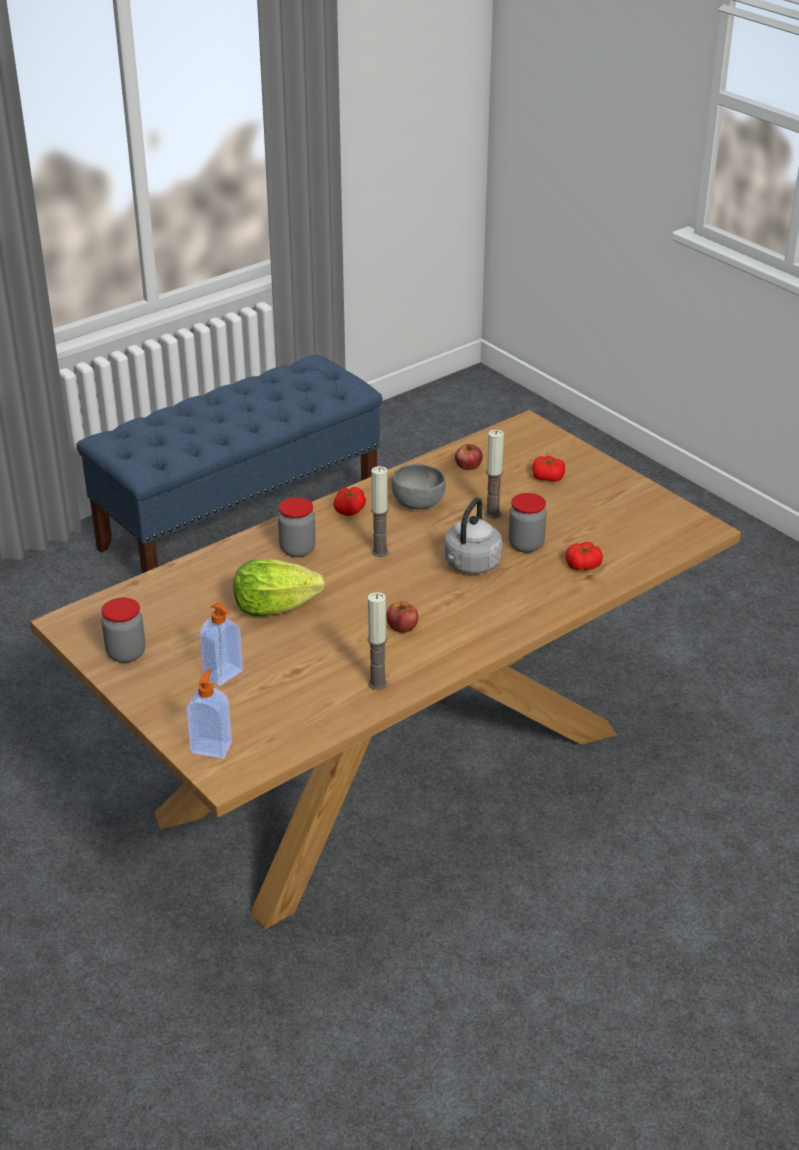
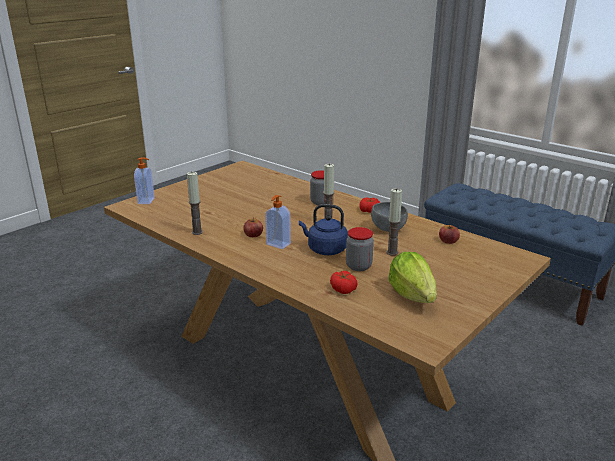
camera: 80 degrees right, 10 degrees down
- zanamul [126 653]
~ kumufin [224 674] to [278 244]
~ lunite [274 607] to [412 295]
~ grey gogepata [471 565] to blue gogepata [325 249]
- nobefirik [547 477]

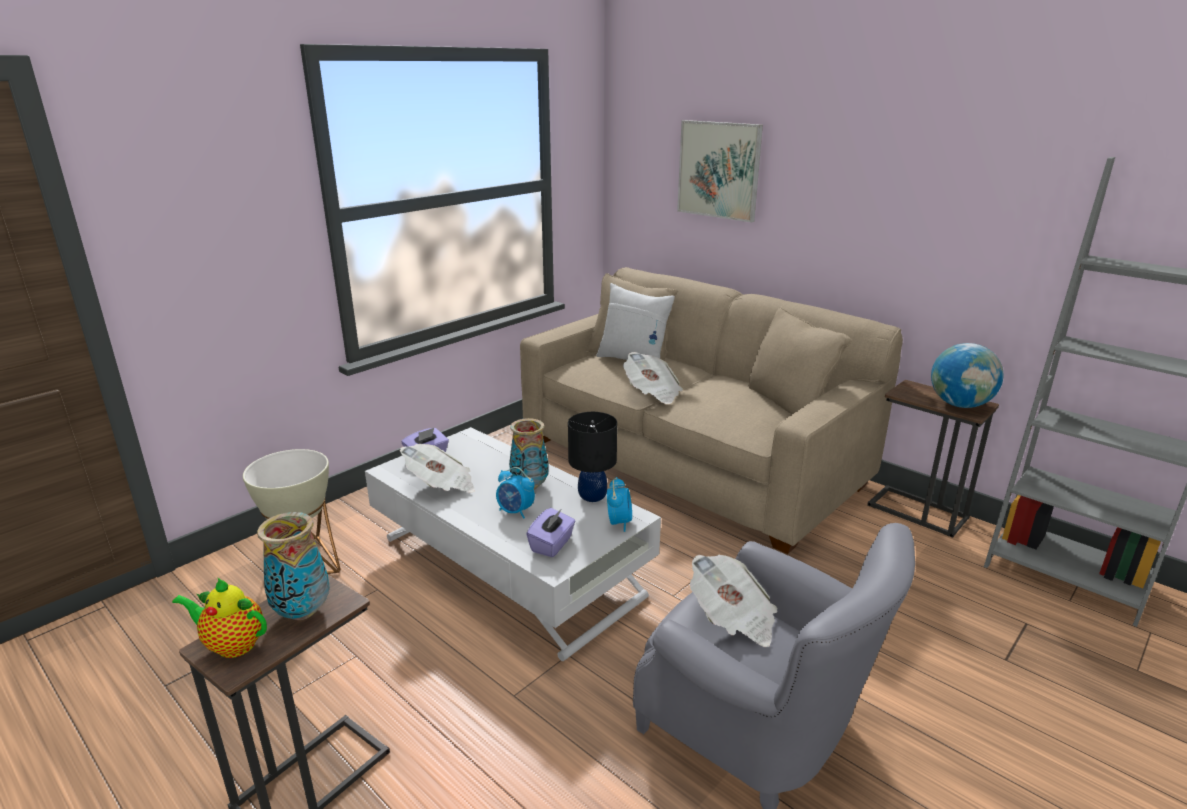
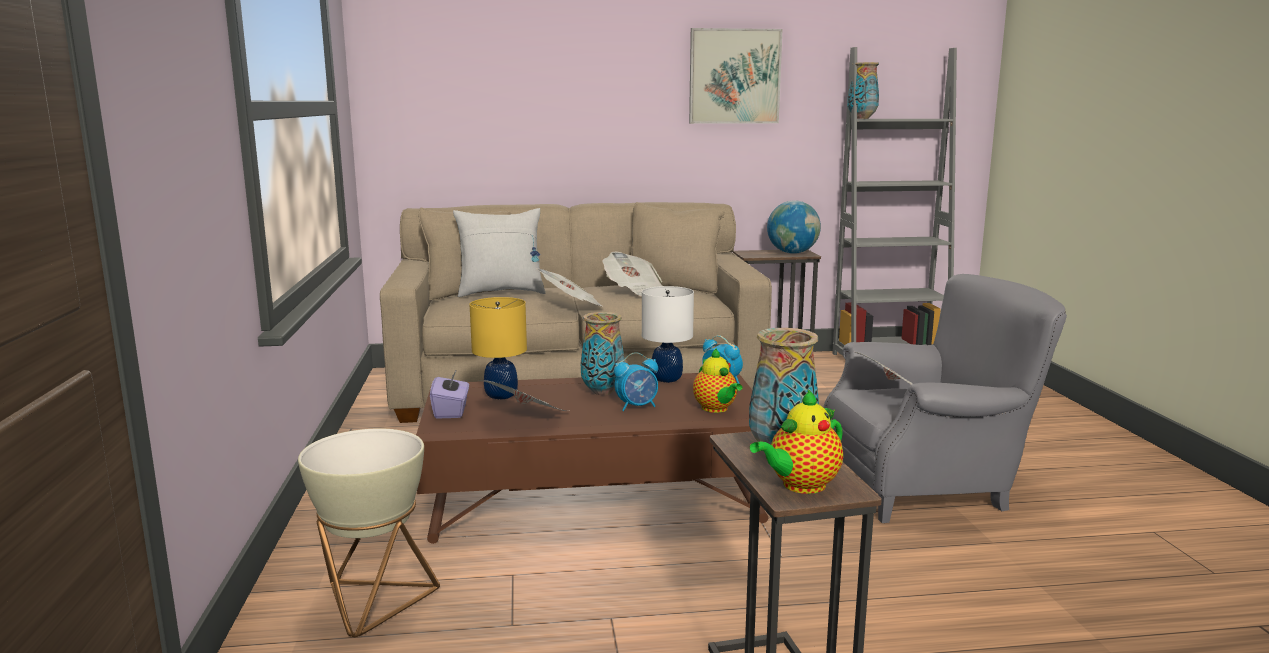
camera: 50 degrees left, 10 degrees down
~ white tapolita [510 568] to brown tapolita [597 501]
~ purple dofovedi [552 545] to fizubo [716 409]
~ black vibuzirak [594 497] to white vibuzirak [667 379]
~ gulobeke [718 170] to [734 76]
+ yellow vibuzirak [500 396]
+ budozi [633 291]
+ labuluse [862 118]

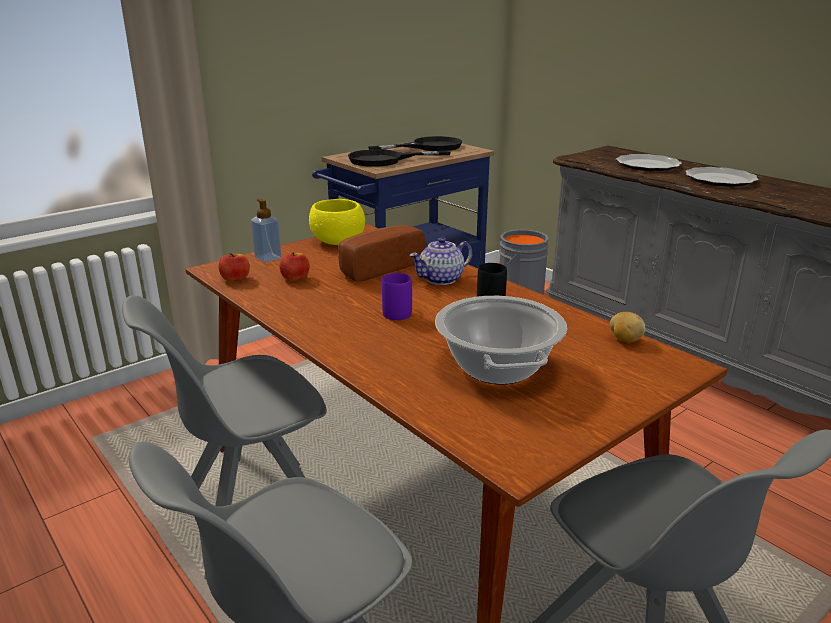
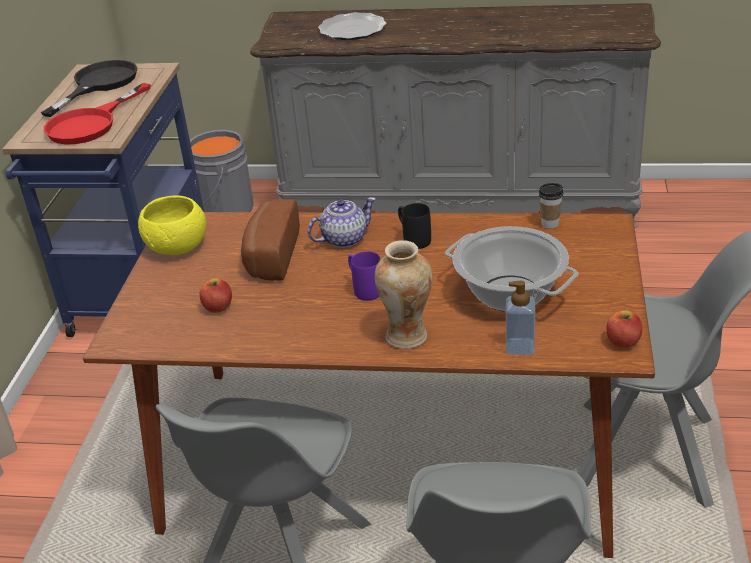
camera: 40 degrees left, 10 degrees up
~ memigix [235 279] to [623 342]
~ kumufin [268 258] to [520 347]
~ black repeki [385 160] to red repeki [90 123]
~ fizubo [442 279] = [343 239] 135 degrees counterclockwise
~ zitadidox [624 340] to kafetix [550 224]
- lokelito [720 180]
+ labuluse [407 336]

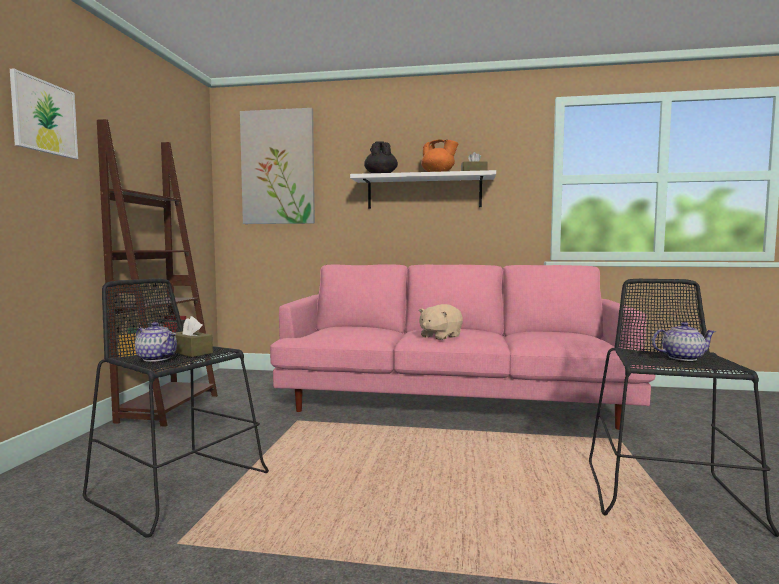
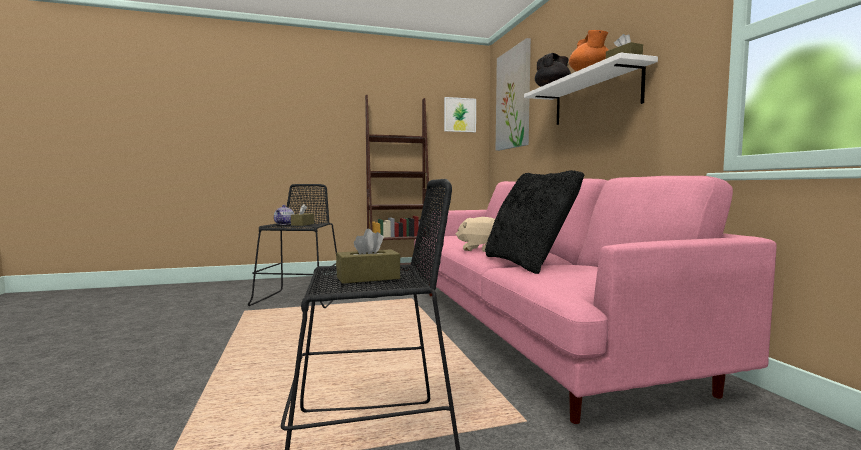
camera: 65 degrees right, 0 degrees up
~ gulobeke [44 117] to [459 115]
~ fizubo [681 358] to brown dofovedi [368 278]
+ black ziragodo [527 263]

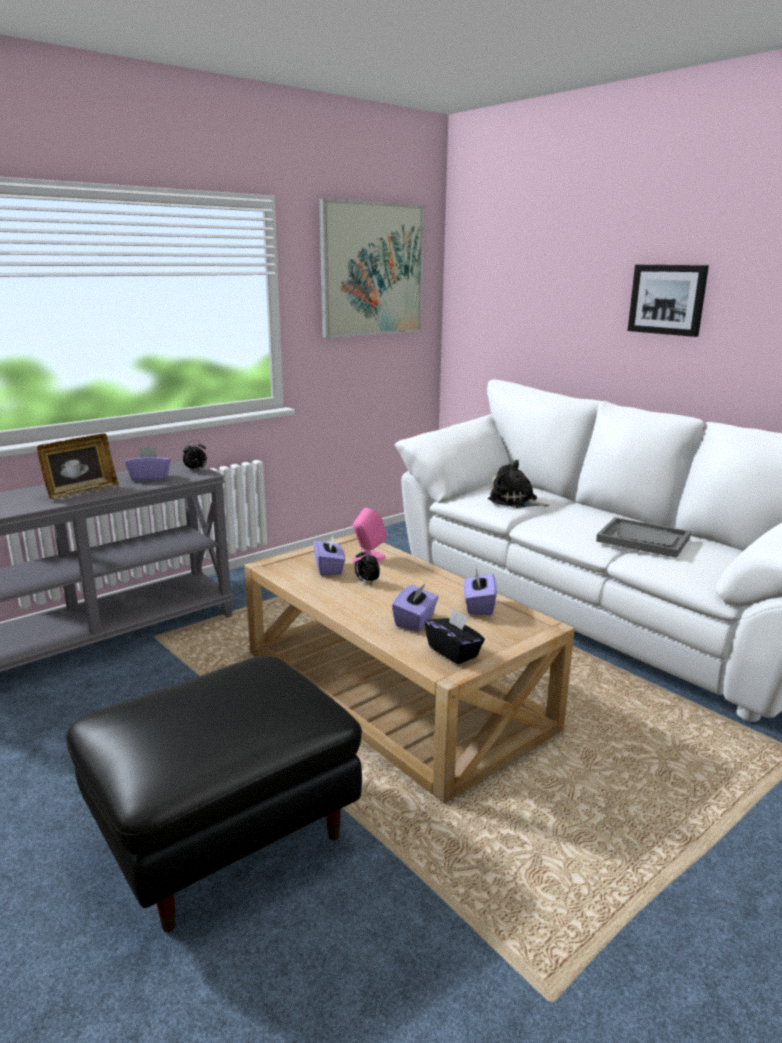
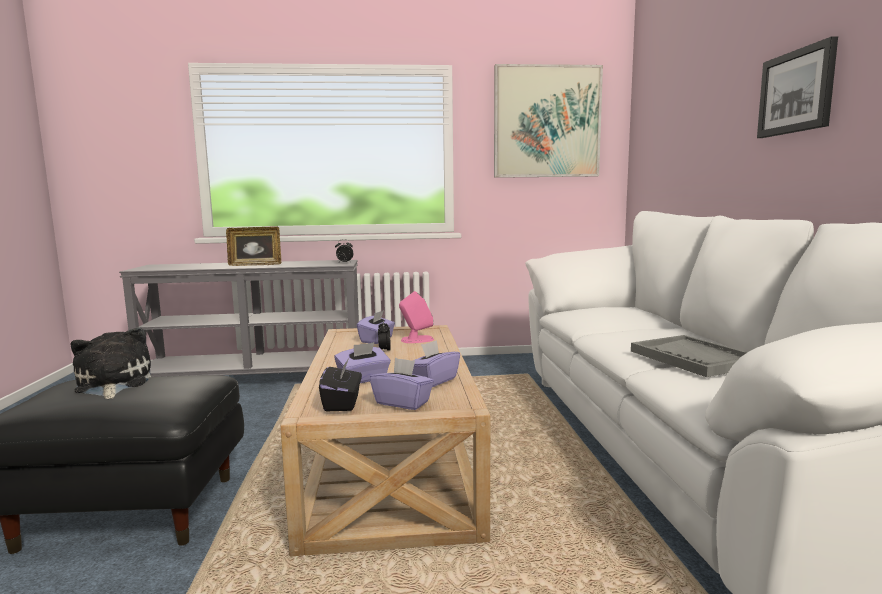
camera: 35 degrees right, 10 degrees down
~ purple dofovedi [150 478] to [403 402]
~ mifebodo [515 501] to [112 384]

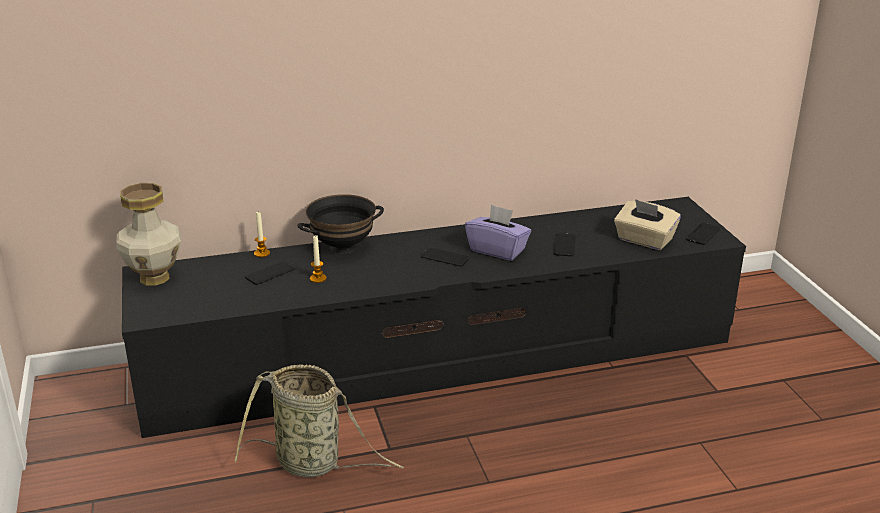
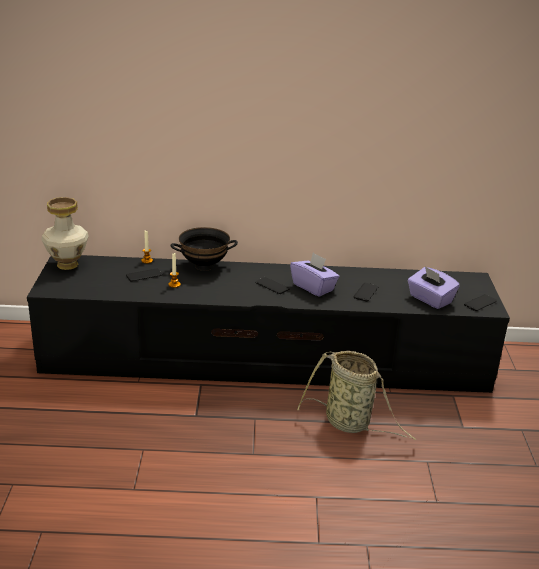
camera: 15 degrees right, 0 degrees up
~ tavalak [313 464] to [350 424]
~ beige dofovedi [644 240] to purple dofovedi [430 299]

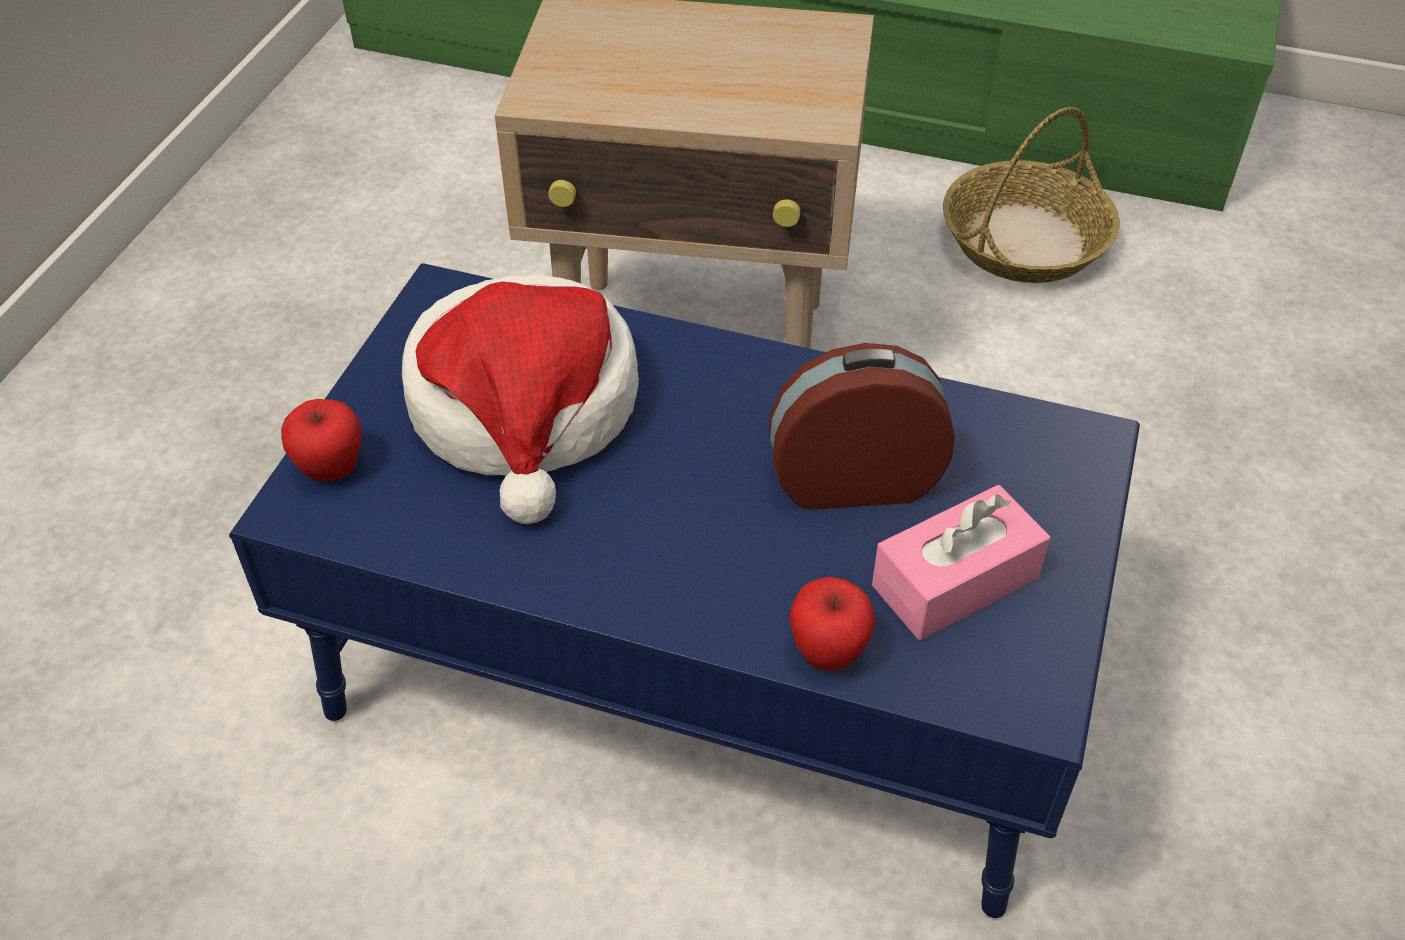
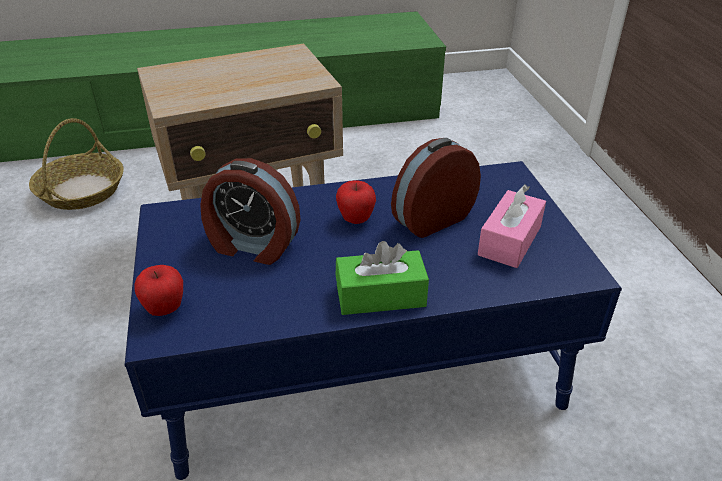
camera: 30 degrees left, 10 degrees down
~ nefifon [526 410] to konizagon [252 246]
~ memigix [828 652] to [356 220]
~ tavalak [1024 240] to [82 190]
+ green dofovedi [380 296]

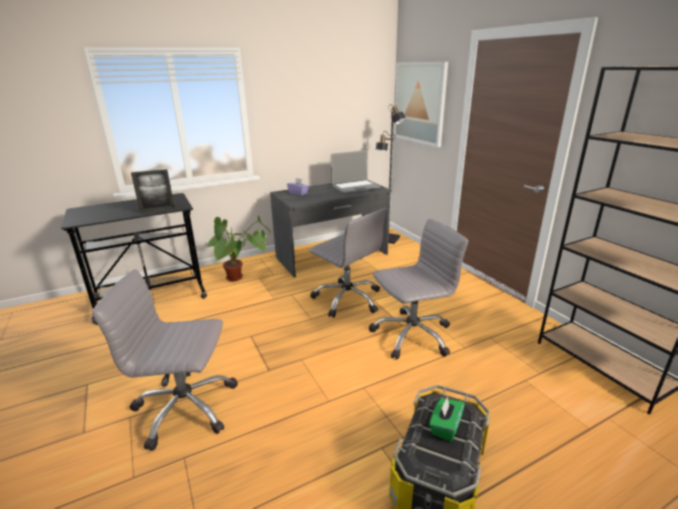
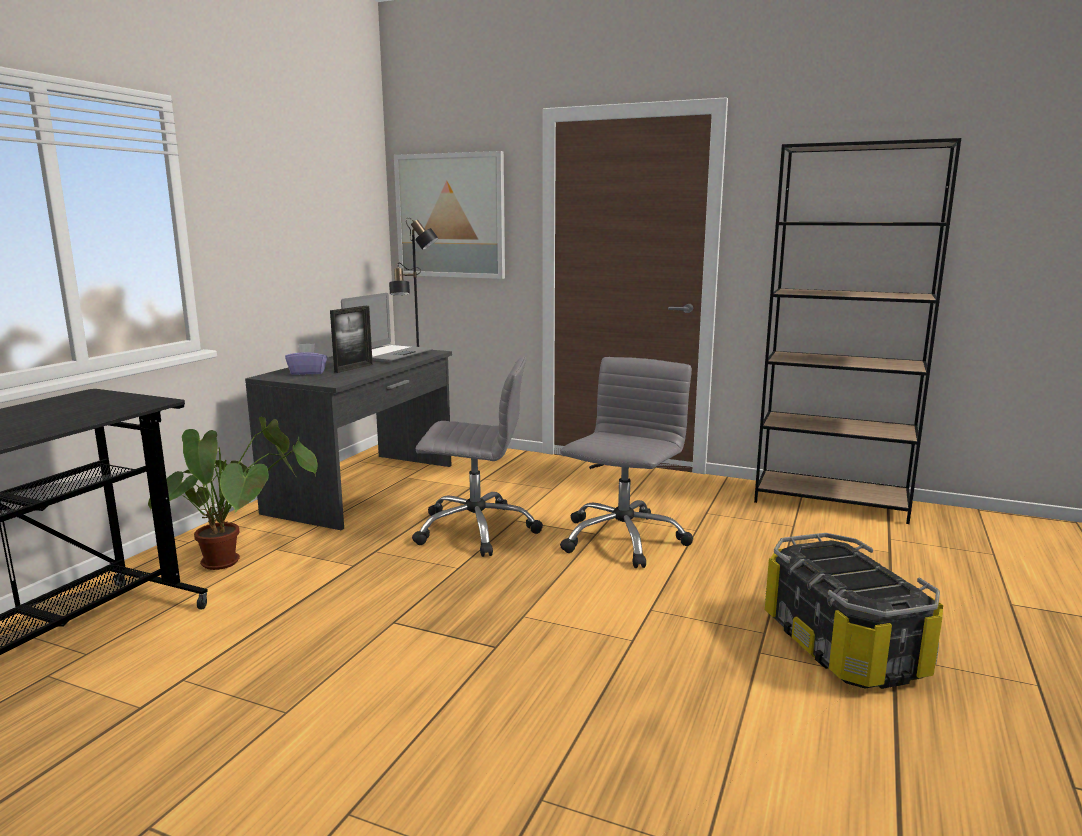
camera: 40 degrees left, 10 degrees down
- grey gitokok [185 408]
~ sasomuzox [157 210] to [353 368]
- green dofovedi [445 427]

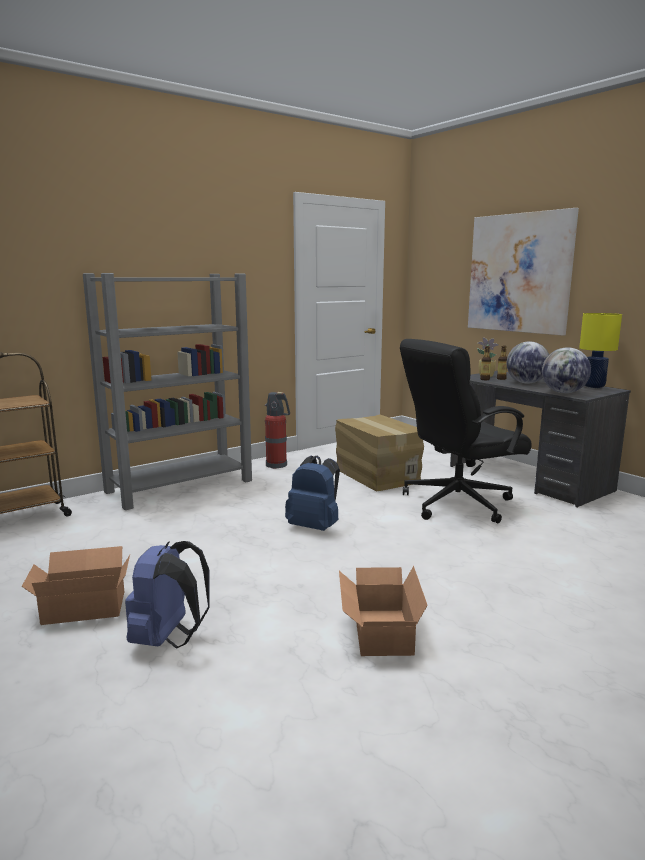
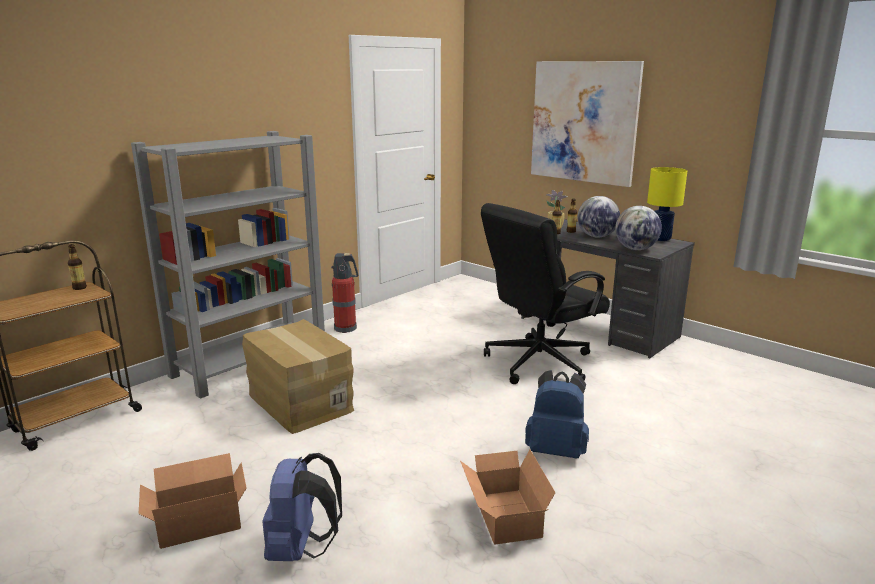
camera: 10 degrees left, 5 degrees up
~ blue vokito [315 527] to [556 450]
~ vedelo [376 475] to [299 402]
+ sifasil [79 288]

